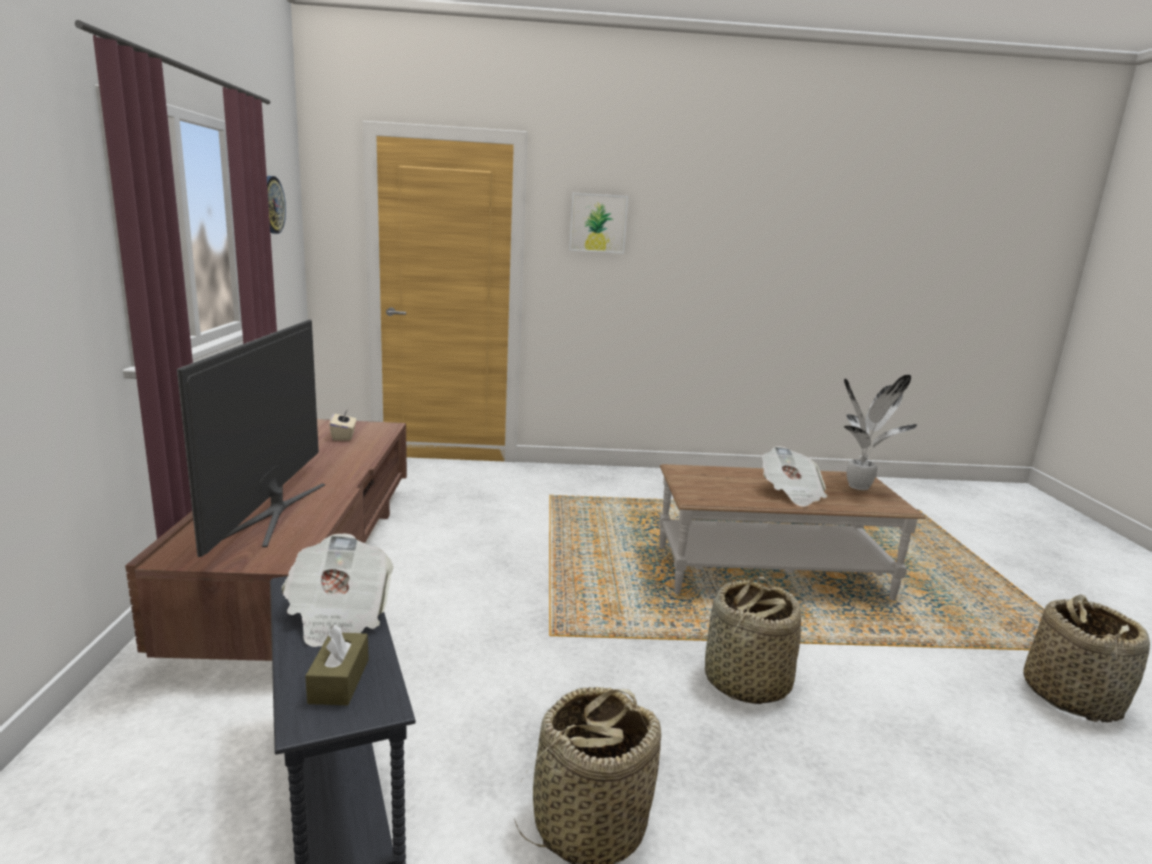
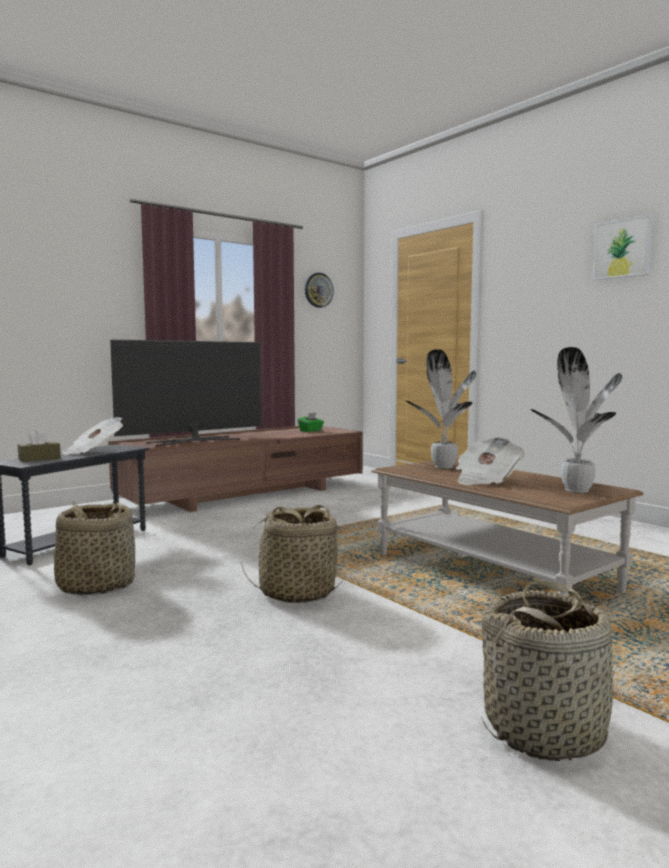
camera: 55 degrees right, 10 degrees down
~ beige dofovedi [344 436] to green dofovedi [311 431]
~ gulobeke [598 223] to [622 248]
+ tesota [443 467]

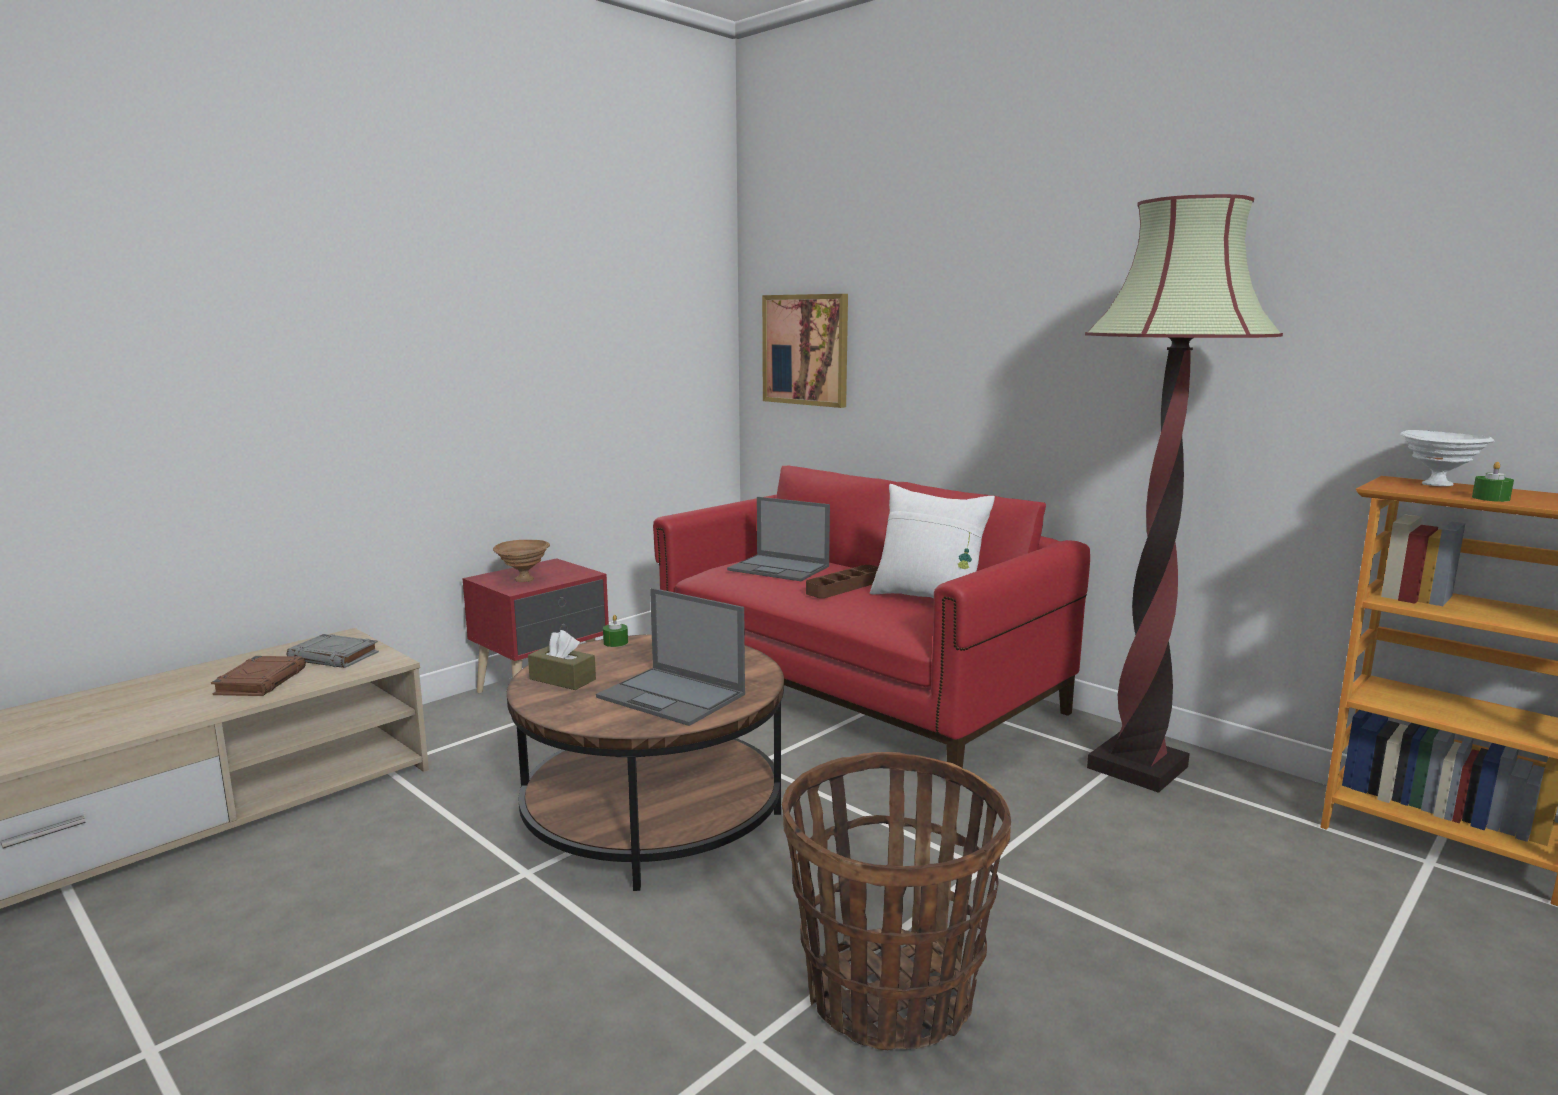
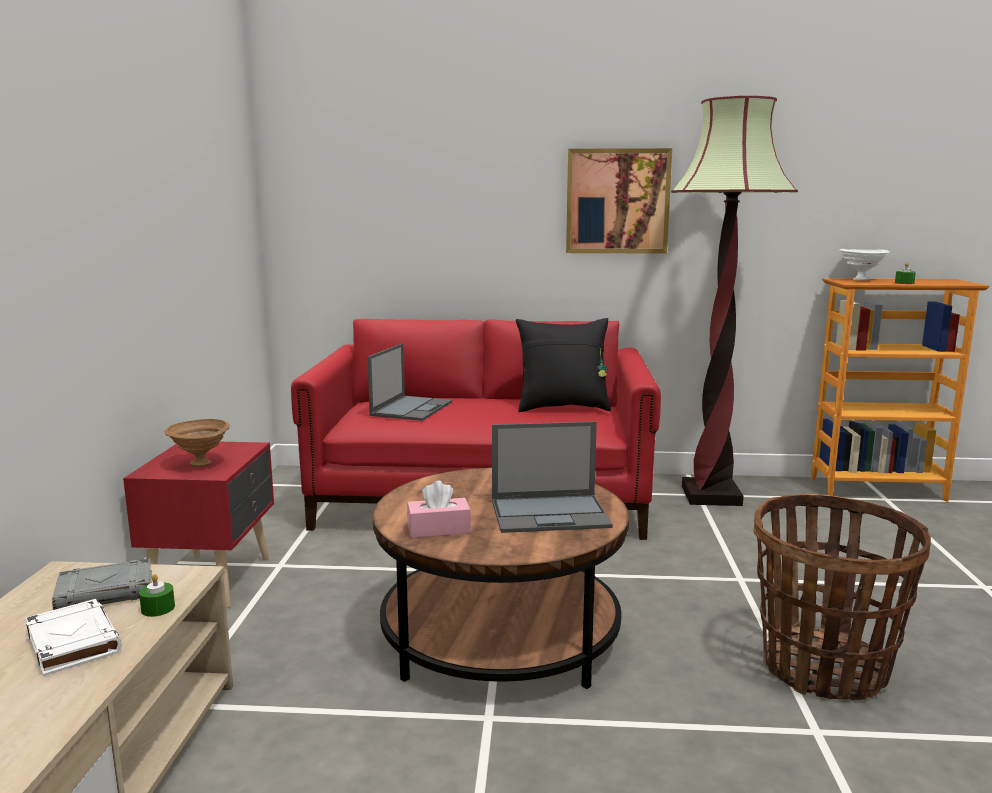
camera: 40 degrees left, 0 degrees up
~ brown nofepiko [261 681] to white nofepiko [72 642]
~ brown dofovedi [562 679] to pink dofovedi [439 529]
~ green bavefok [615 642] to [158 608]
~ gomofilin [780 568] = [412 408] 60 degrees counterclockwise
~ gulobeke [806 350] to [617 201]
- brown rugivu [845 586]
~ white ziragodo [927 600] to black ziragodo [562 408]

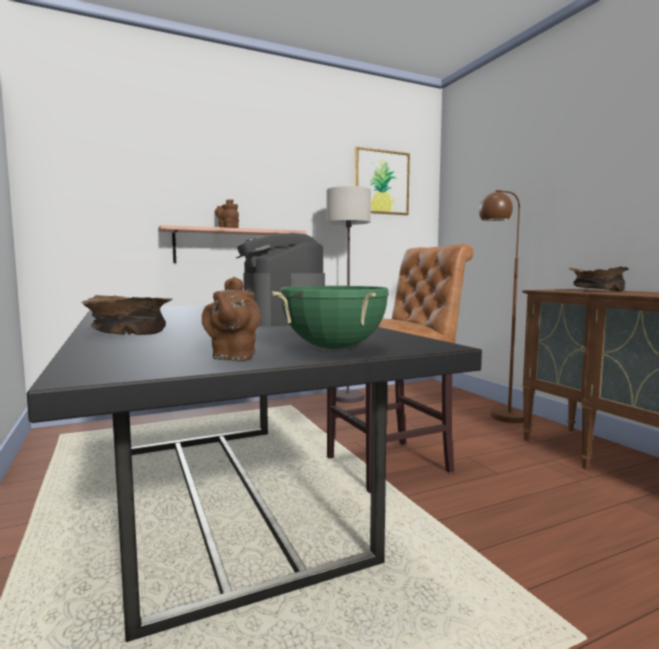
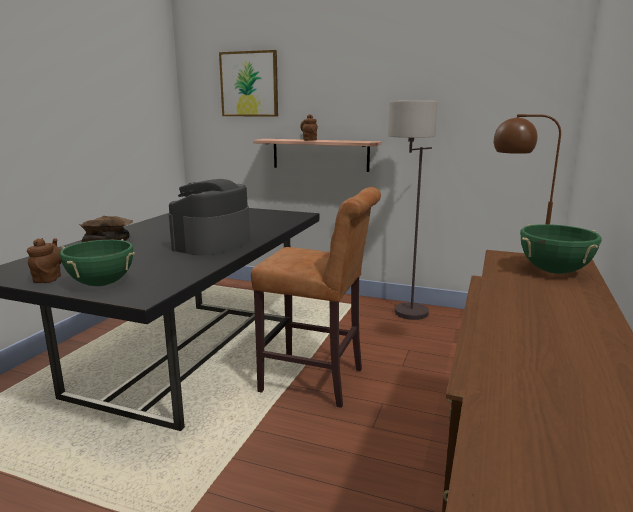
camera: 45 degrees right, 10 degrees up
~ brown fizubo [233 358] = [48 278] 135 degrees clockwise
~ gulobeke [381 182] to [249 84]
~ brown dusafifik [597 290] to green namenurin [554 271]

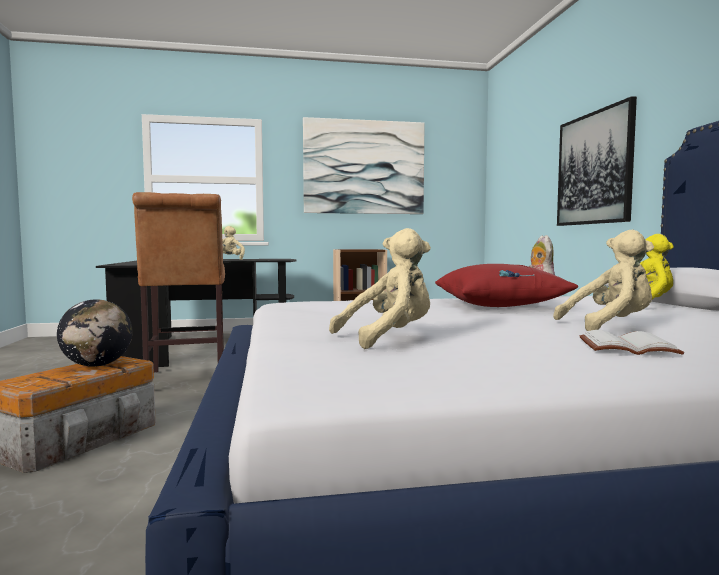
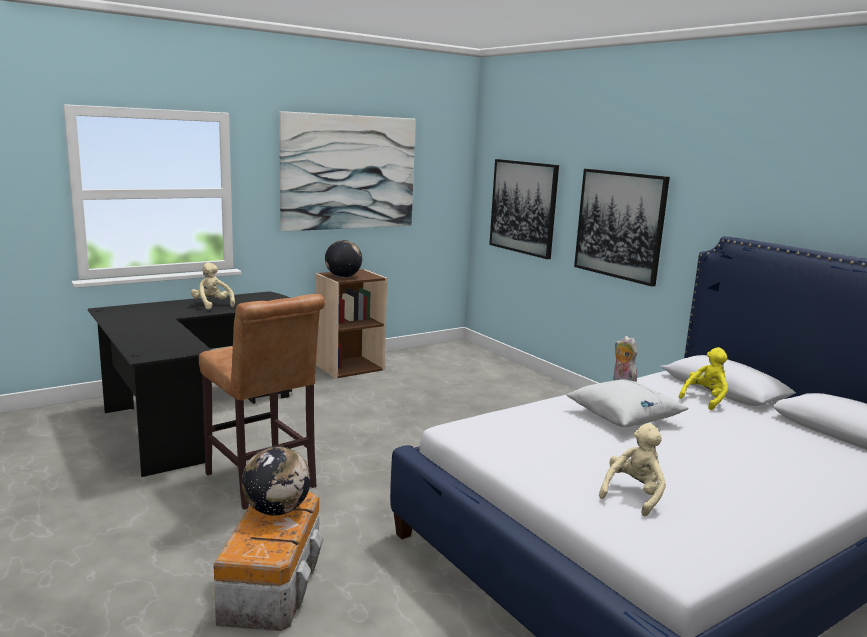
camera: 25 degrees left, 10 degrees up
~ red ziragodo [498 306] to grey ziragodo [623 417]
- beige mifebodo [609 326]
- white nofepiko [626 348]
+ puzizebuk [343 276]
+ gulobeke [523 207]

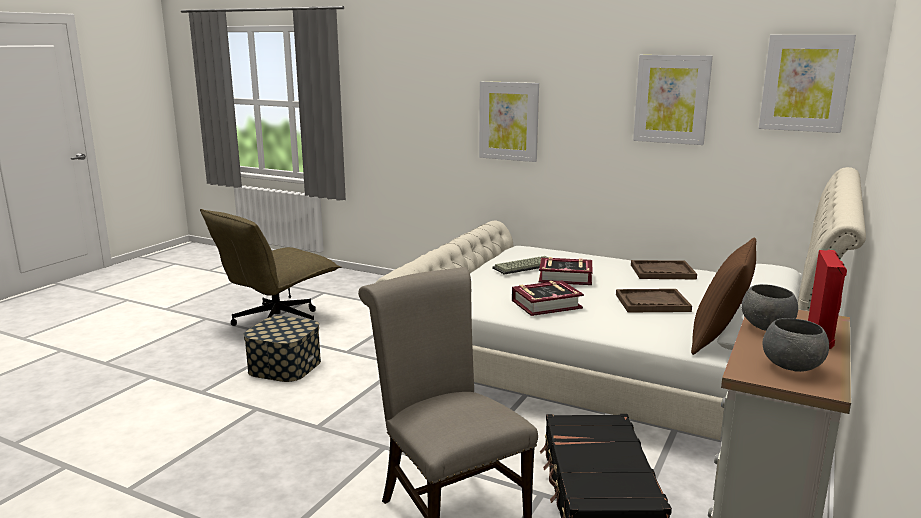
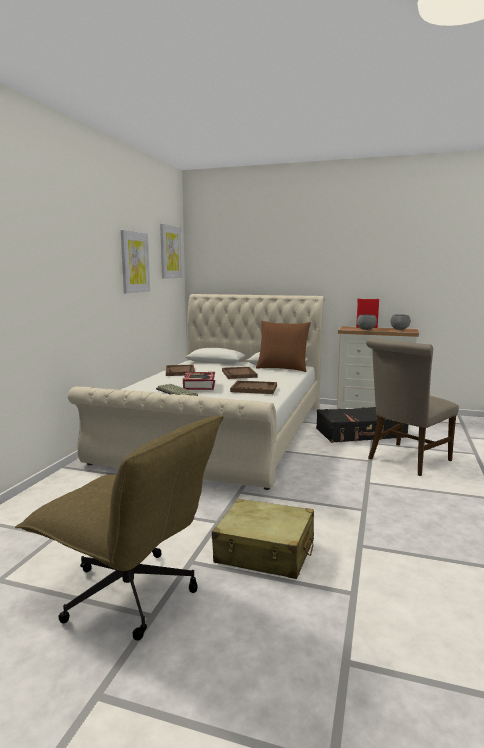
camera: 100 degrees left, 5 degrees down
~ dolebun [285 366] to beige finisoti [265 552]
- gulobeke [508 121]
~ nofepiko [546 304] to brown rugivu [254 389]

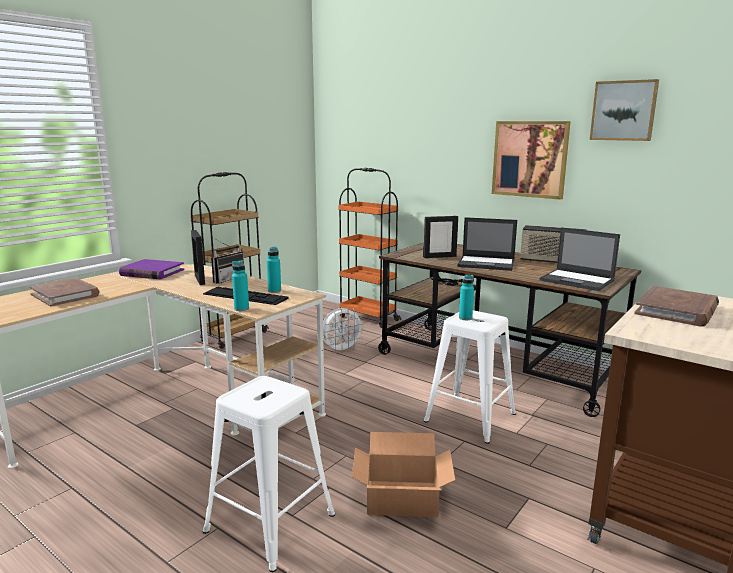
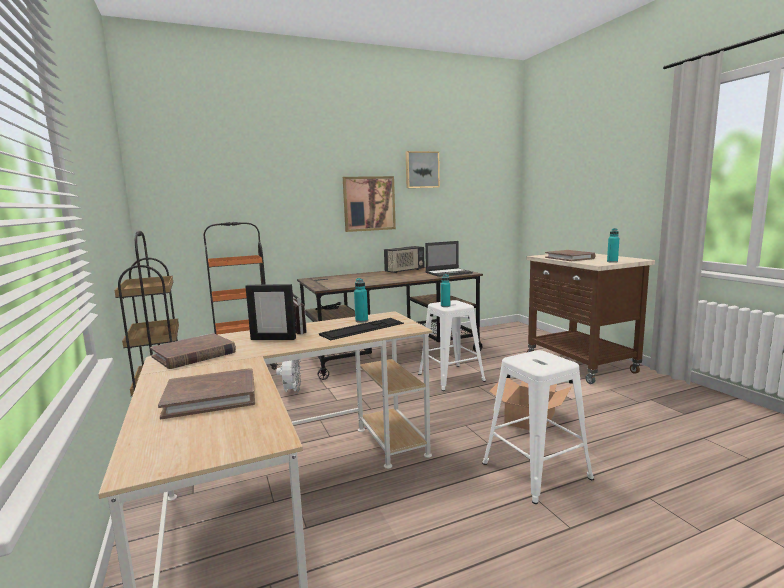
camera: 60 degrees left, 5 degrees down
~ purple nofepiko [152 272] to brown nofepiko [194 354]
~ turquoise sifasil [241 309] to [612 262]
- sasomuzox [439 256]
- gomofilin [487 263]

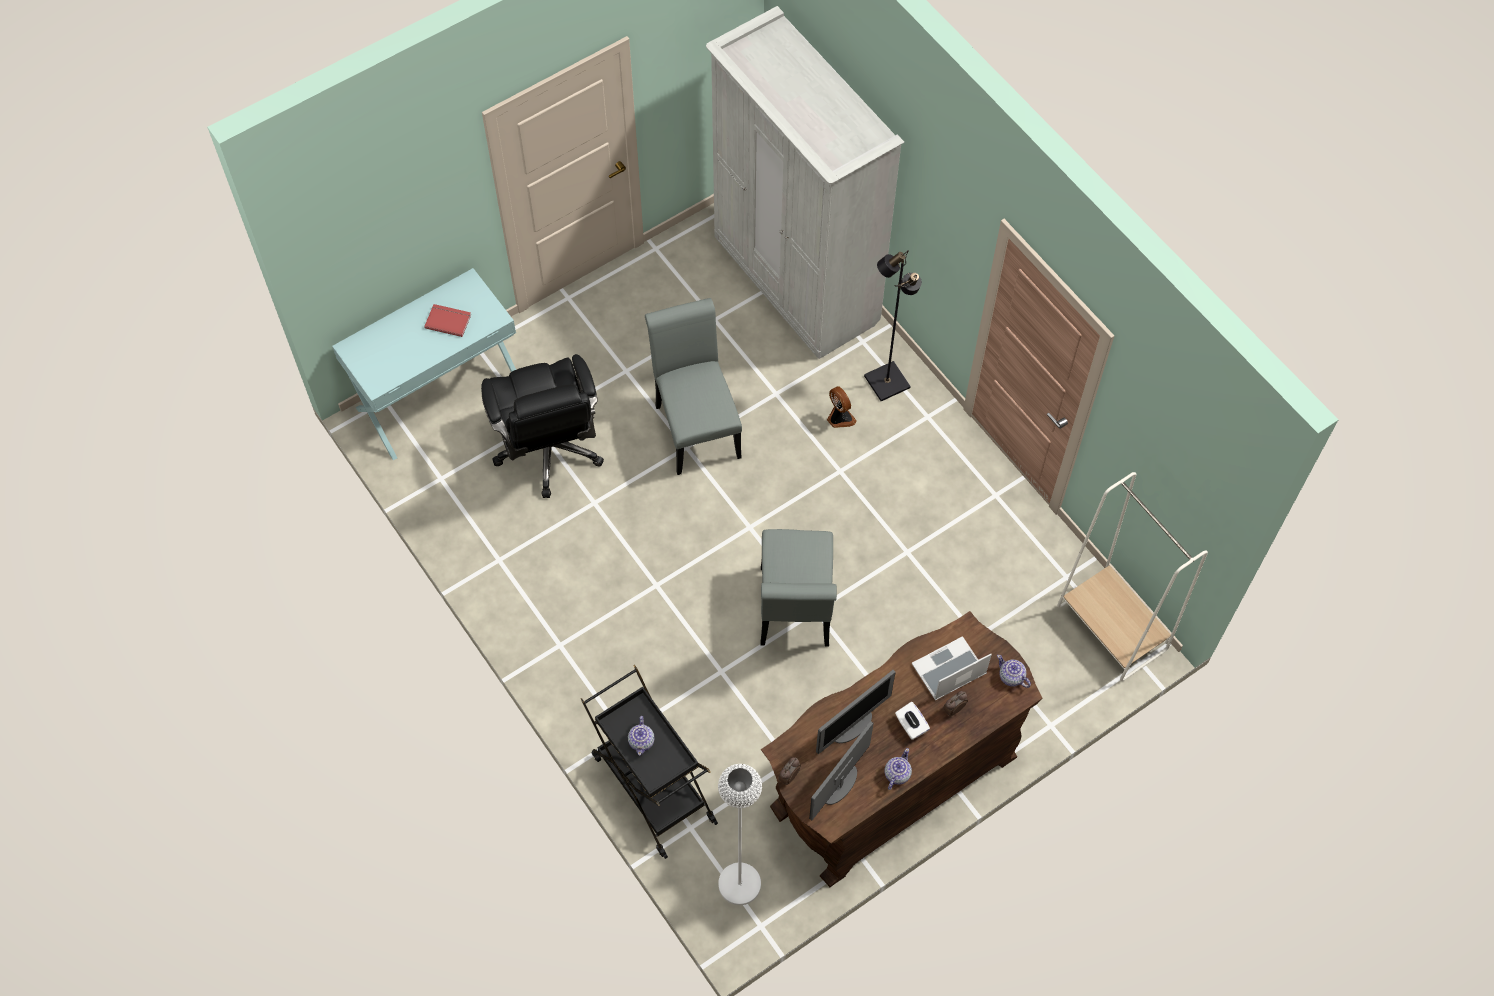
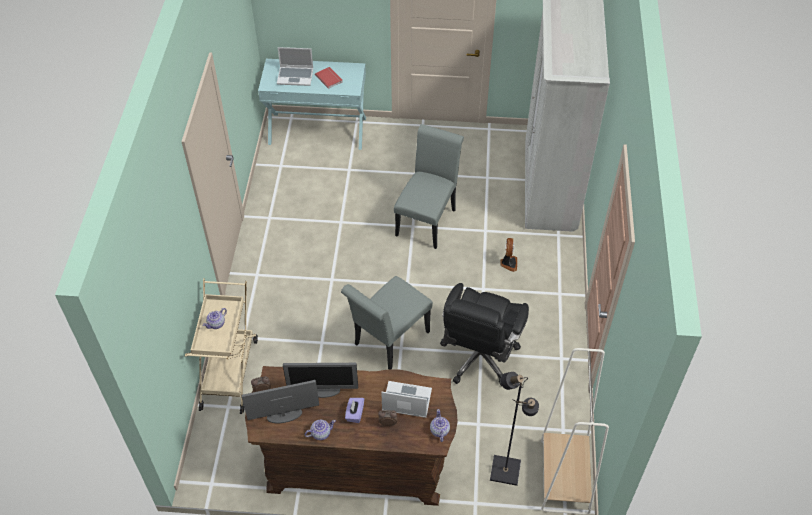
camera: 40 degrees right, 10 degrees down
~ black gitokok [549 449] to [479 356]
~ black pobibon [652 788] to beige pobibon [230 373]
- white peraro [739 884]
~ black peraro [887 382] to [505 470]
~ white dofovedi [911 726] to purple dofovedi [355 414]
+ gomofilin [296 76]

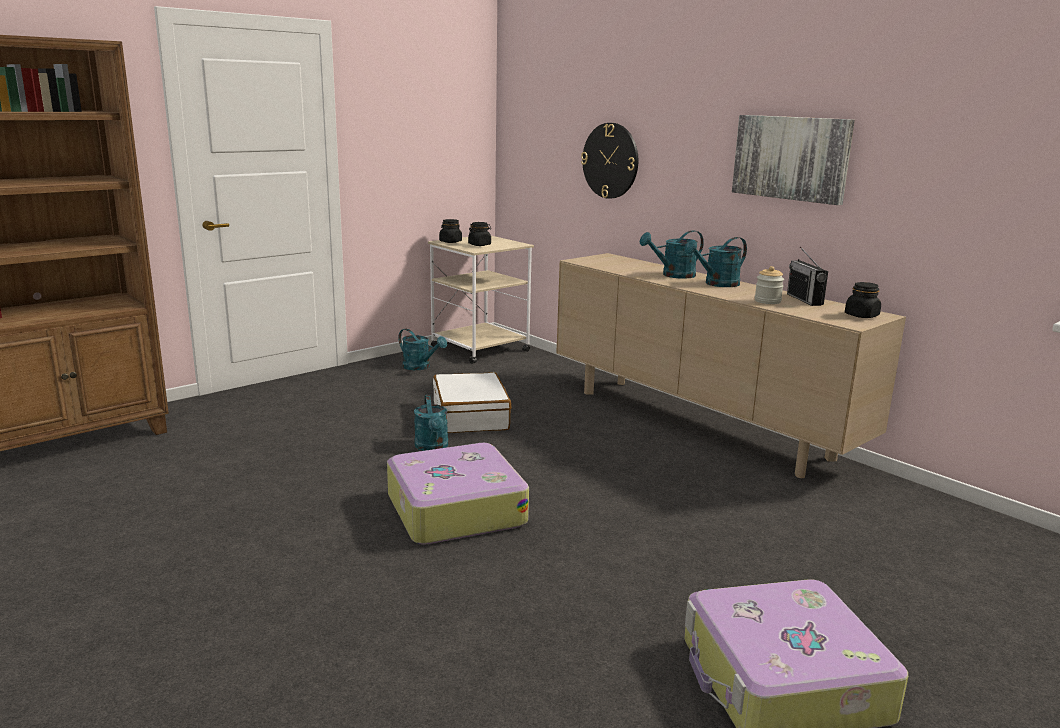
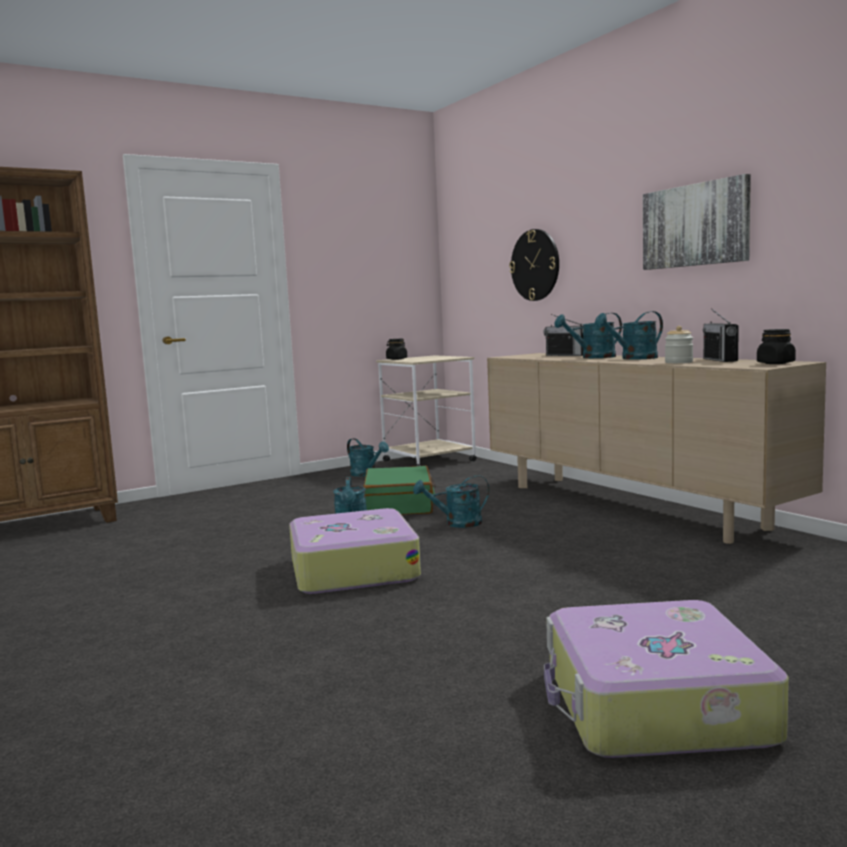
camera: 10 degrees right, 10 degrees down
~ white finisoti [471 416] to green finisoti [399 505]
- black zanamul [479 245]
+ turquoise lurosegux [457 523]
+ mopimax [566 355]

